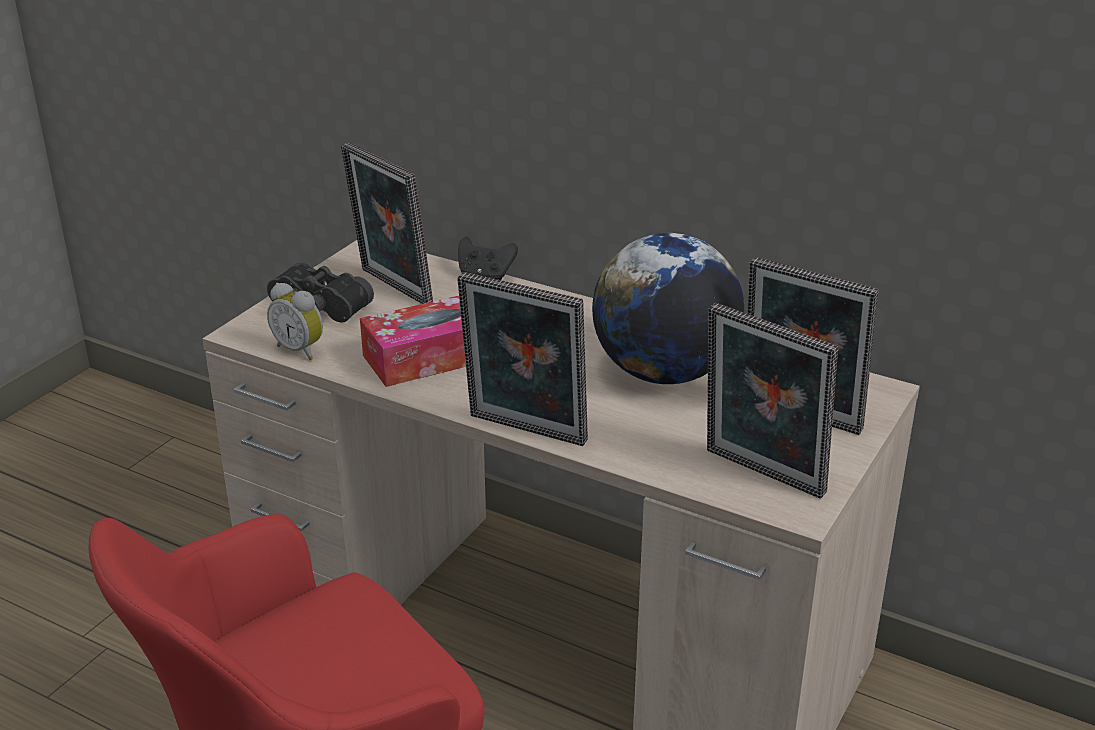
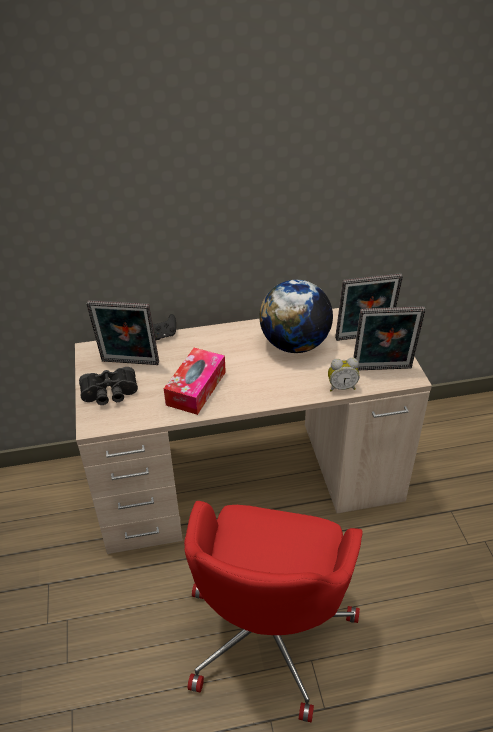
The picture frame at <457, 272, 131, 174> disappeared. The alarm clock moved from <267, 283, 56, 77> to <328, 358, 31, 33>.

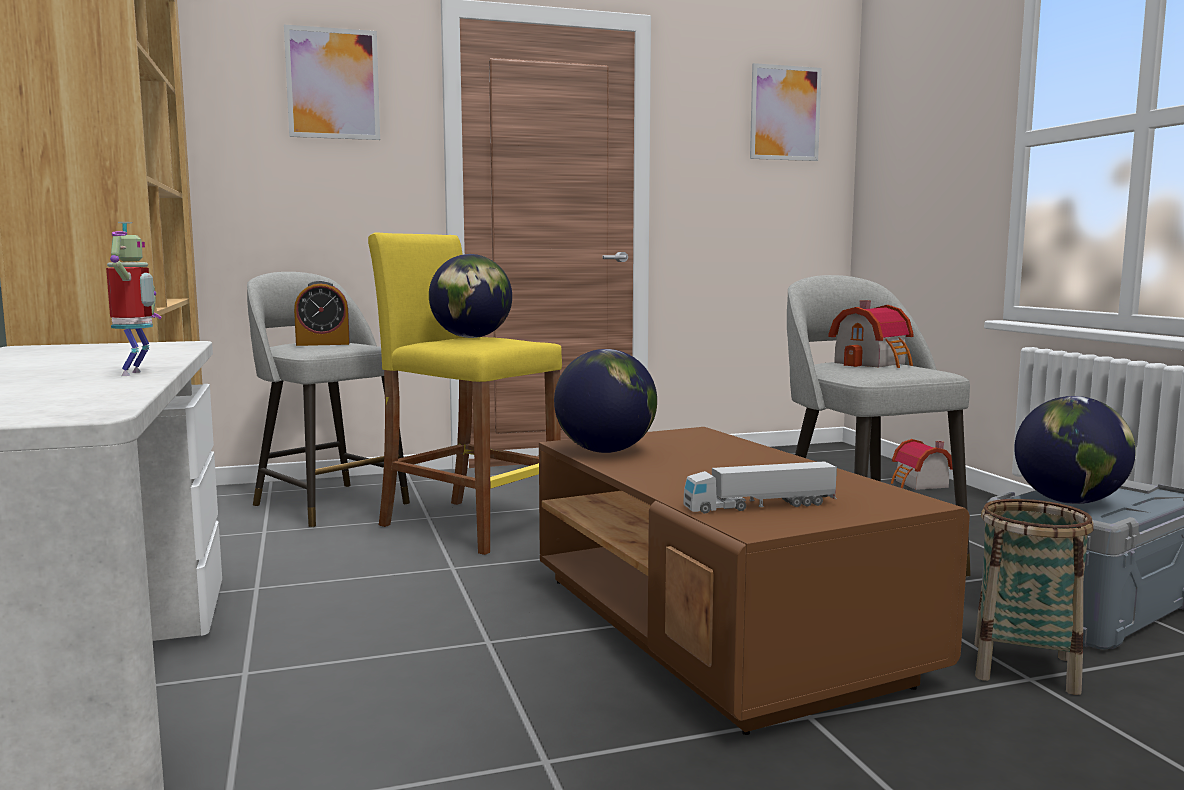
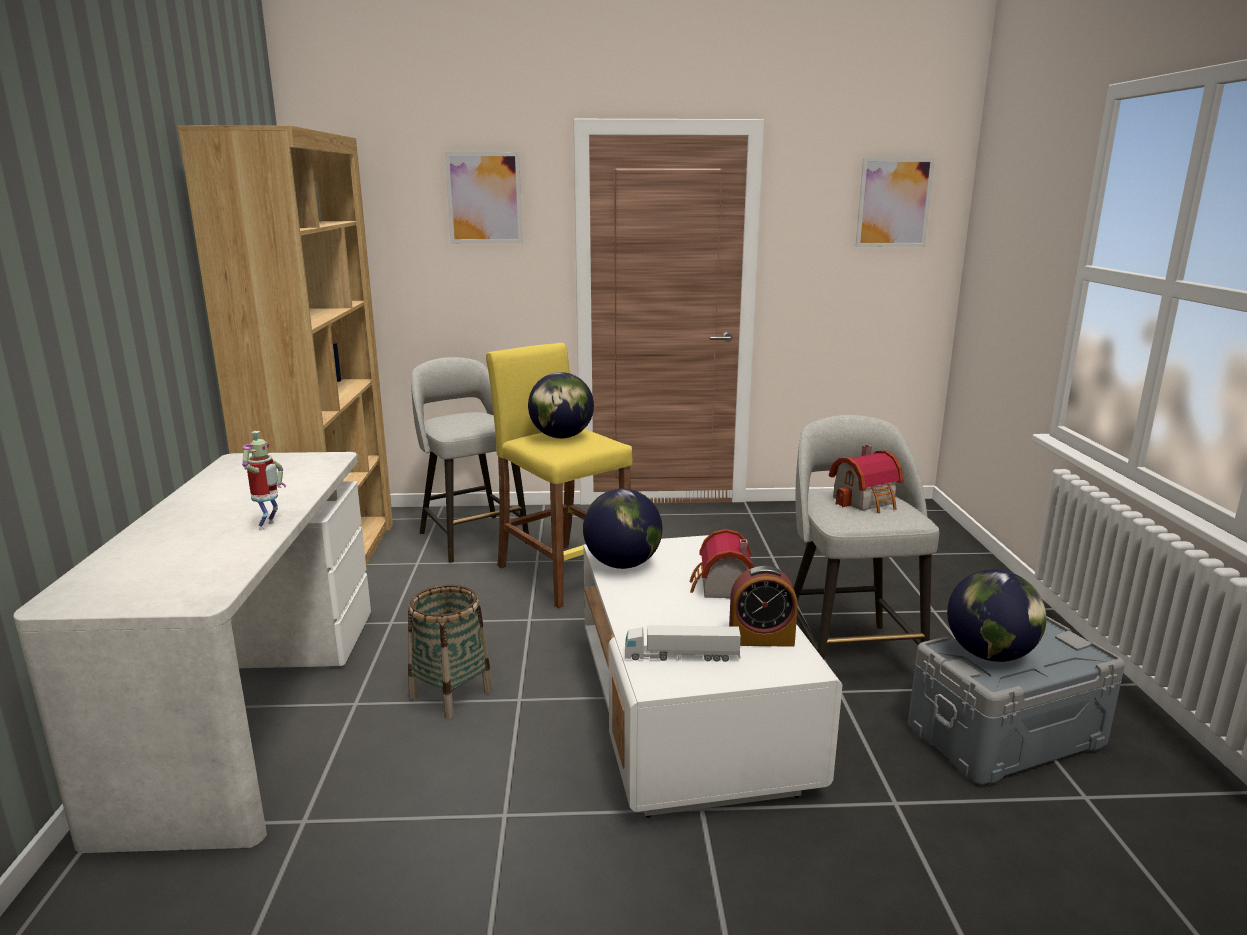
The alarm clock moved from <294, 280, 56, 66> to <729, 566, 69, 81>. The toy house moved from <891, 439, 62, 51> to <689, 529, 65, 69>. The basket moved from <974, 499, 120, 196> to <408, 585, 85, 134>. The brown coffee table at <539, 427, 431, 308> became the white coffee table at <583, 535, 260, 283>.

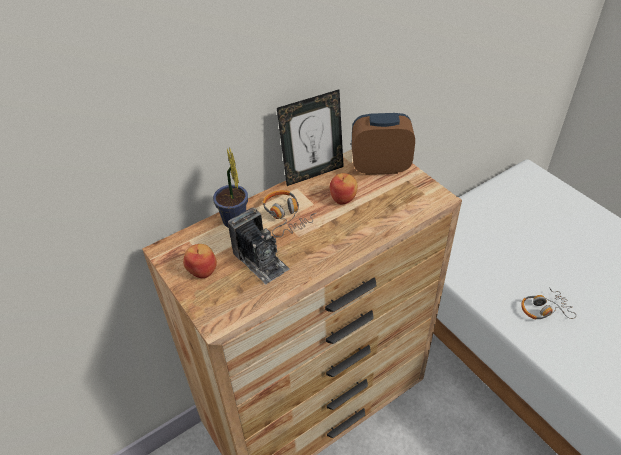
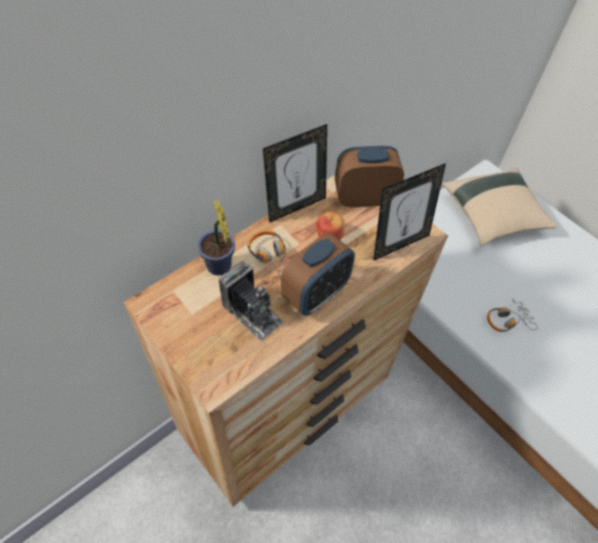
The apple at <183, 244, 34, 34> disappeared. The alarm clock at <281, 232, 74, 84> appeared. The picture frame at <373, 163, 73, 98> appeared. The beige pillow at <442, 168, 115, 78> appeared.

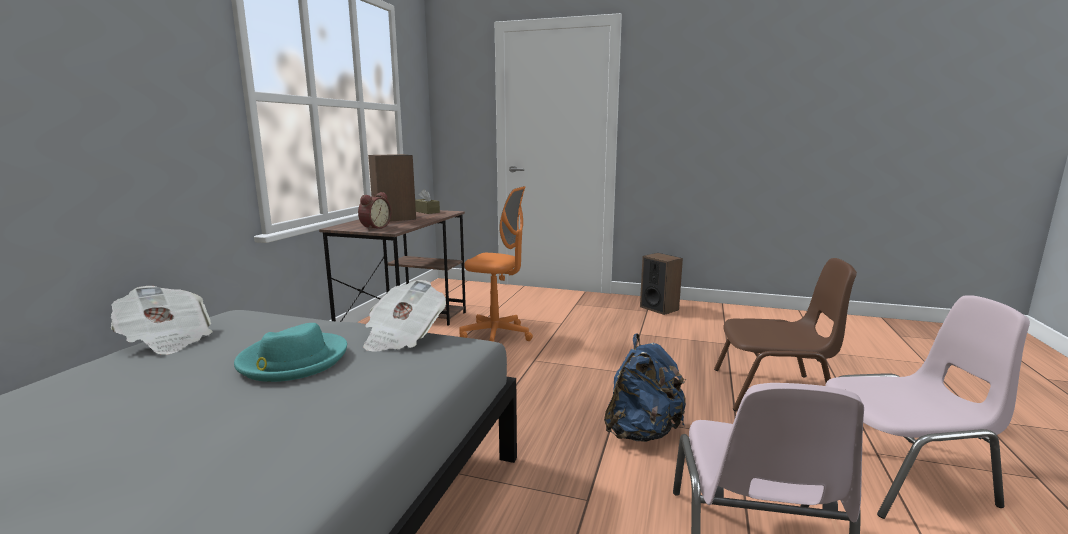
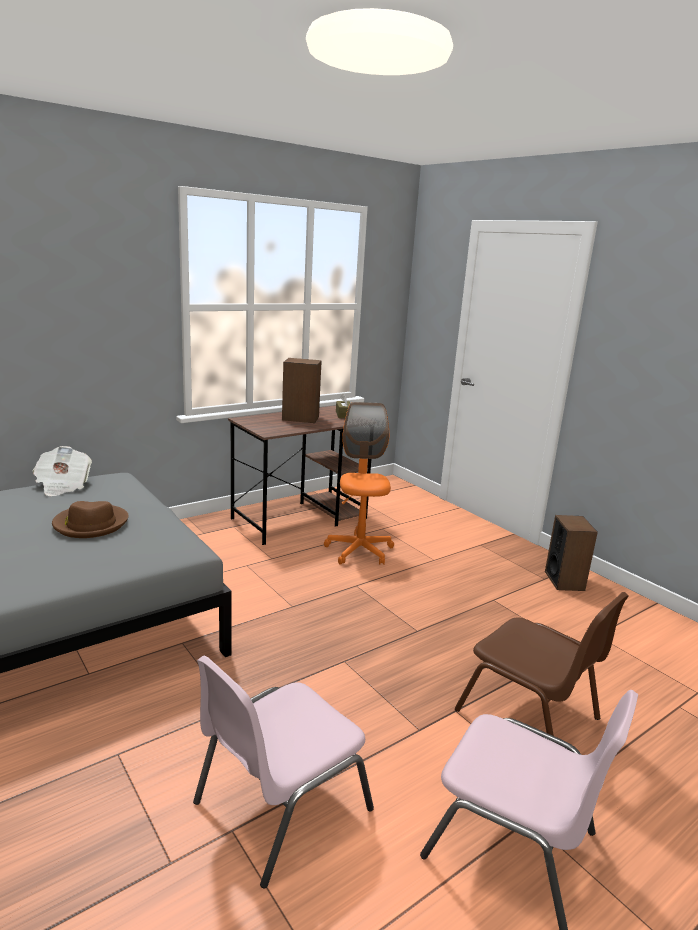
The alarm clock at <358, 192, 33, 38> disappeared. The newspaper at <363, 280, 83, 72> disappeared. The blue backpack at <604, 334, 82, 108> disappeared. The turquoise hat at <234, 323, 113, 59> became the brown hat at <52, 501, 77, 37>. The orange office chair at <459, 186, 74, 156> turned 150 degrees counterclockwise.

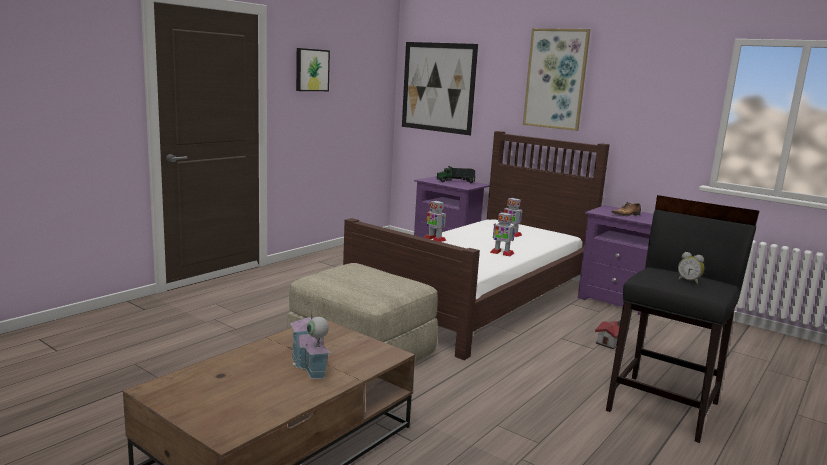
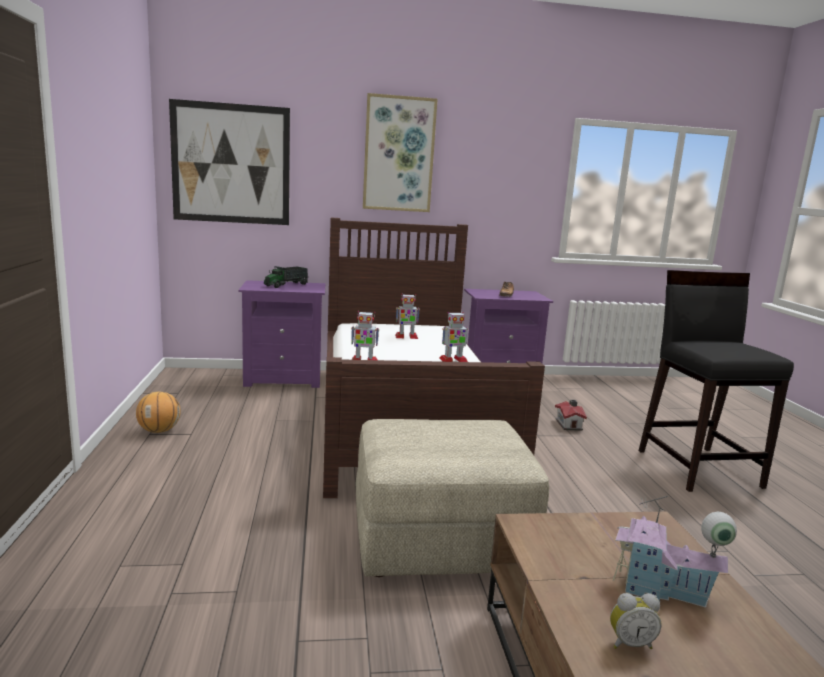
The picture at <296, 48, 34, 43> disappeared. The basketball at <136, 392, 45, 41> appeared. The alarm clock moved from <678, 252, 26, 33> to <610, 593, 52, 56>.

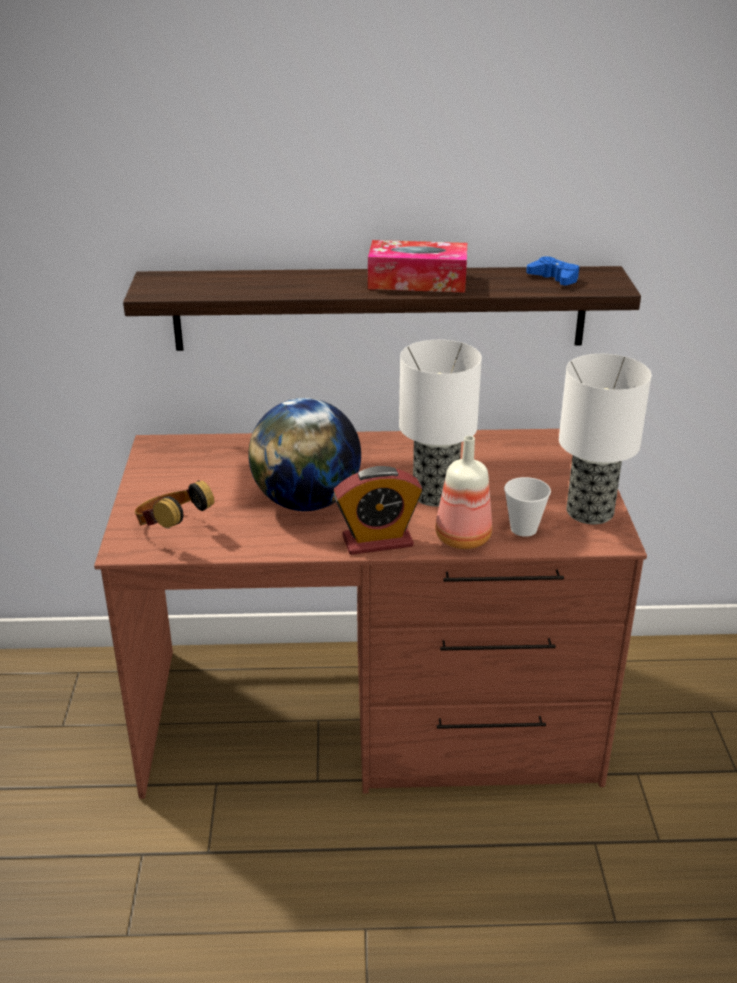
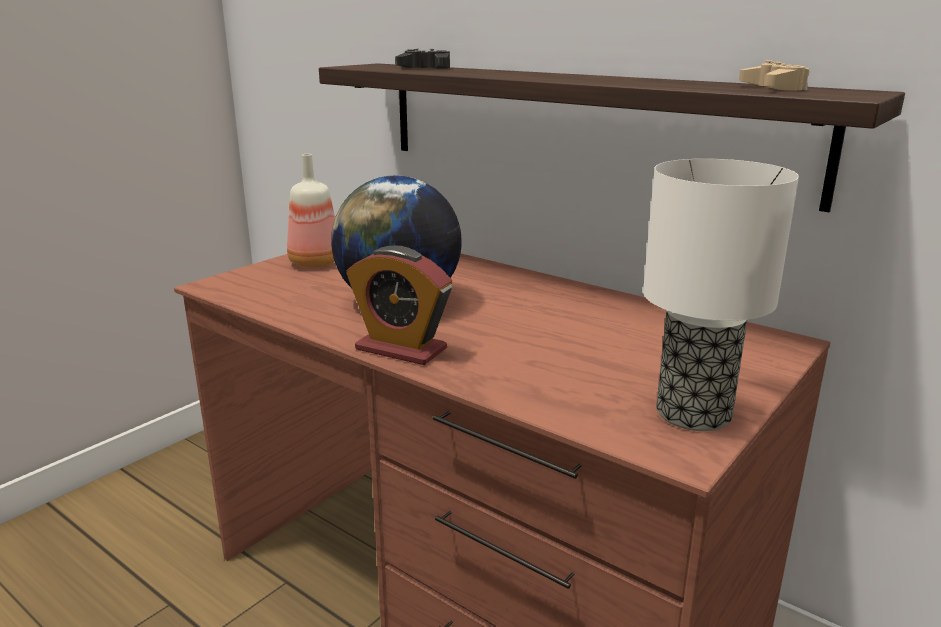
The headphones at <135, 480, 79, 48> disappeared. The tissue box at <368, 240, 99, 53> disappeared. The table lamp at <399, 340, 83, 166> disappeared. The cup at <504, 477, 47, 60> disappeared. The black game controller at <395, 48, 55, 20> appeared. The bottle moved from <435, 436, 57, 113> to <287, 154, 48, 114>. The blue game controller at <526, 256, 53, 29> became the beige game controller at <739, 60, 70, 30>.

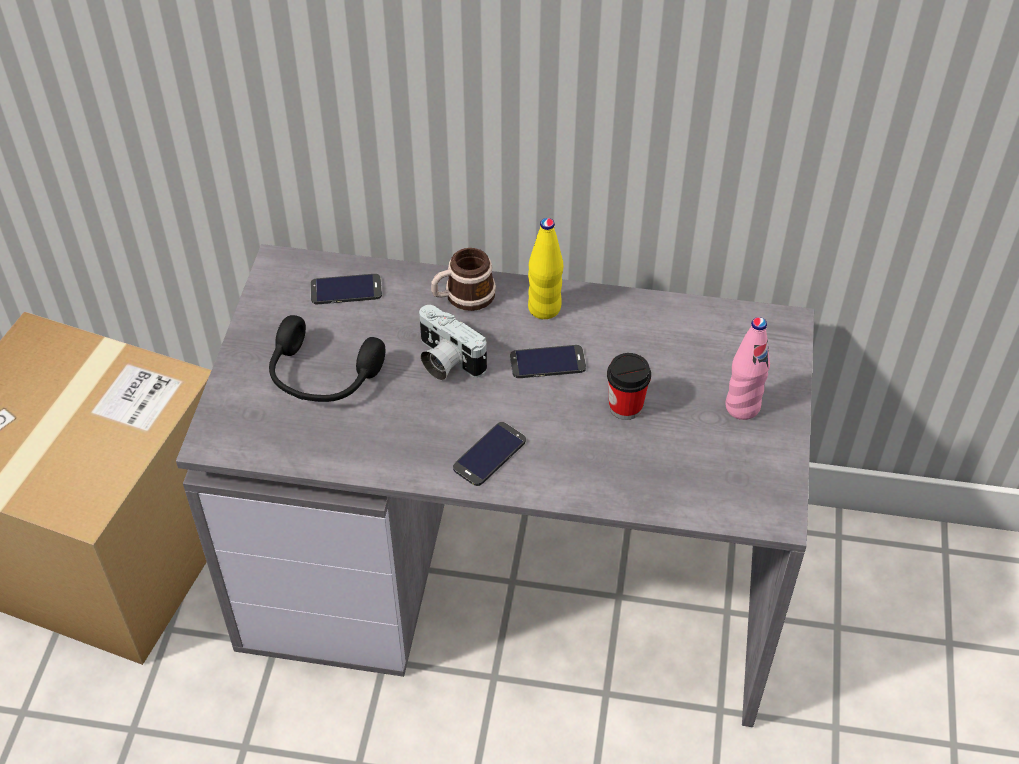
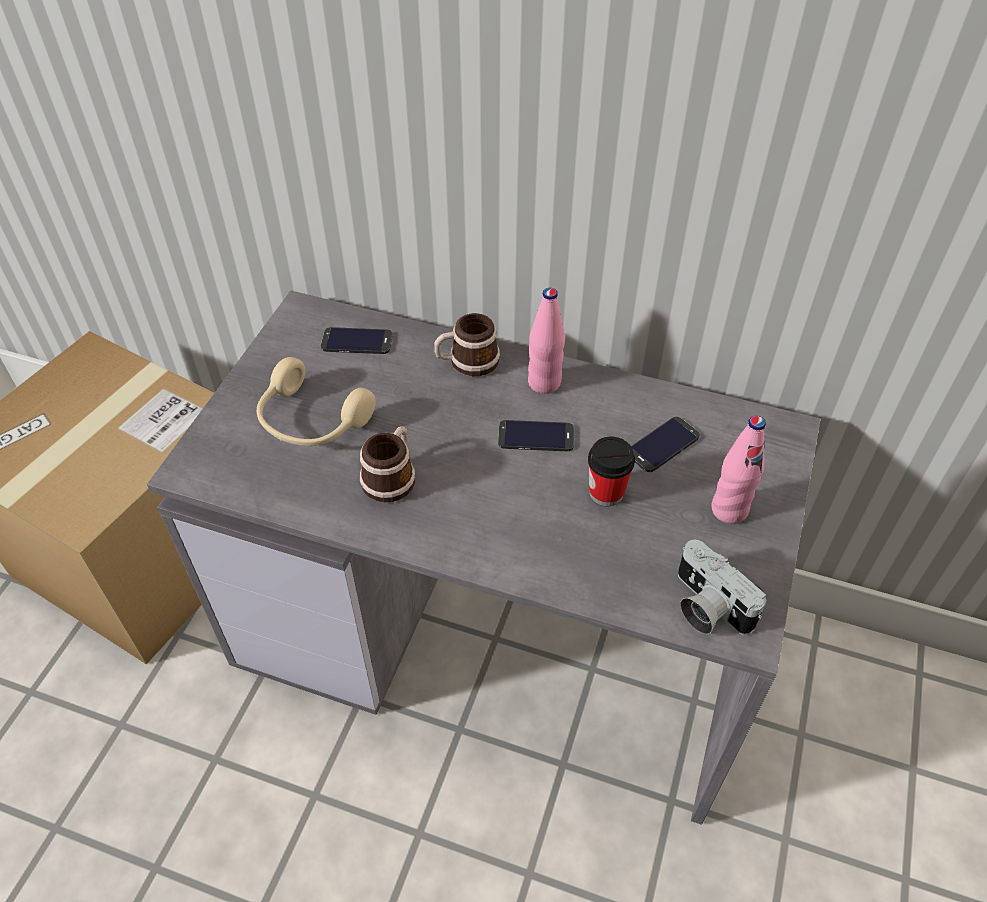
The mug at <360, 426, 55, 76> appeared. The photo camera moved from <419, 305, 68, 76> to <678, 540, 88, 95>. The phone moved from <453, 422, 73, 64> to <631, 417, 69, 55>. The black headphones at <269, 315, 117, 87> became the beige headphones at <257, 357, 119, 89>. The yellow bottle at <528, 218, 35, 101> became the pink bottle at <528, 288, 37, 106>.

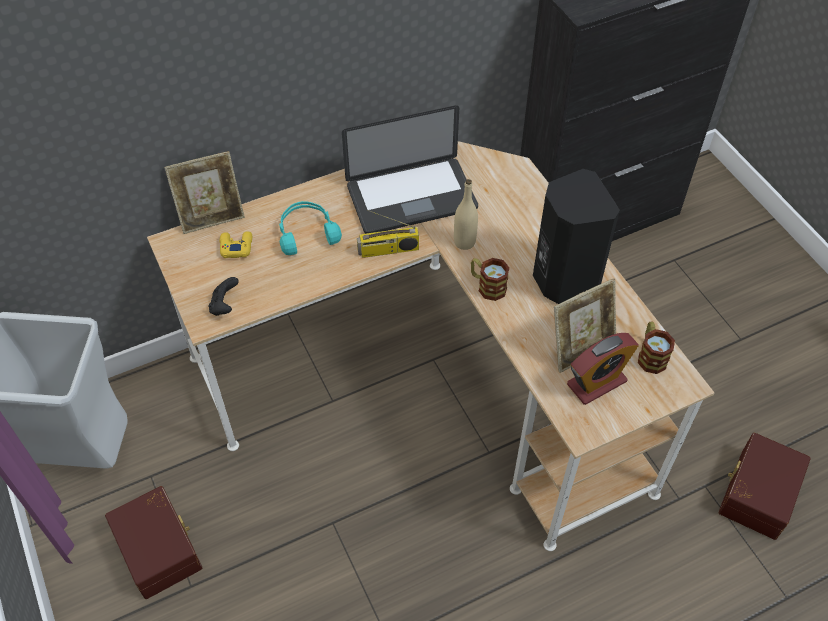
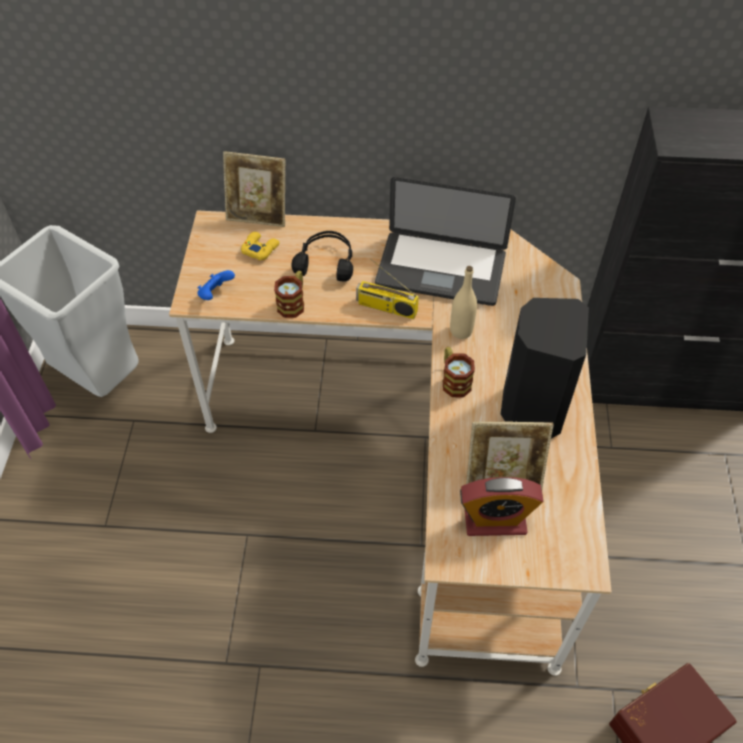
The brown storage box at <105, 486, 97, 113> disappeared. The mug moved from <638, 321, 37, 53> to <274, 271, 30, 47>. The black game controller at <208, 277, 31, 39> became the blue game controller at <197, 270, 38, 30>. The turquoise headphones at <279, 201, 63, 54> became the black headphones at <291, 231, 62, 51>.

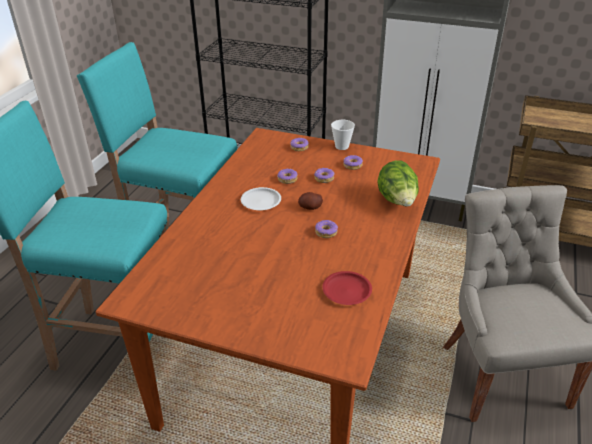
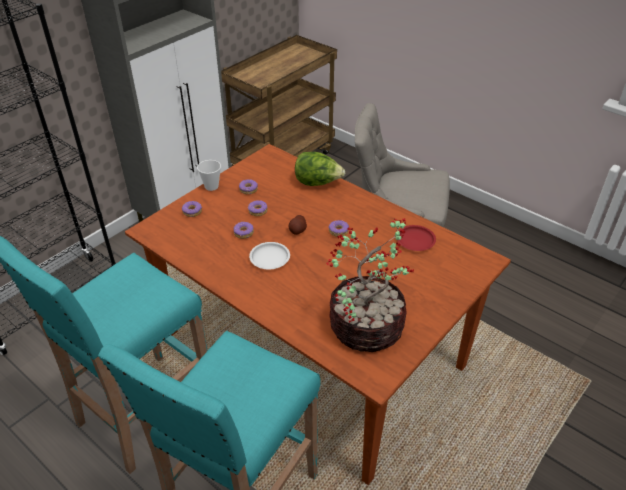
The potted plant at <326, 218, 88, 134> appeared.

